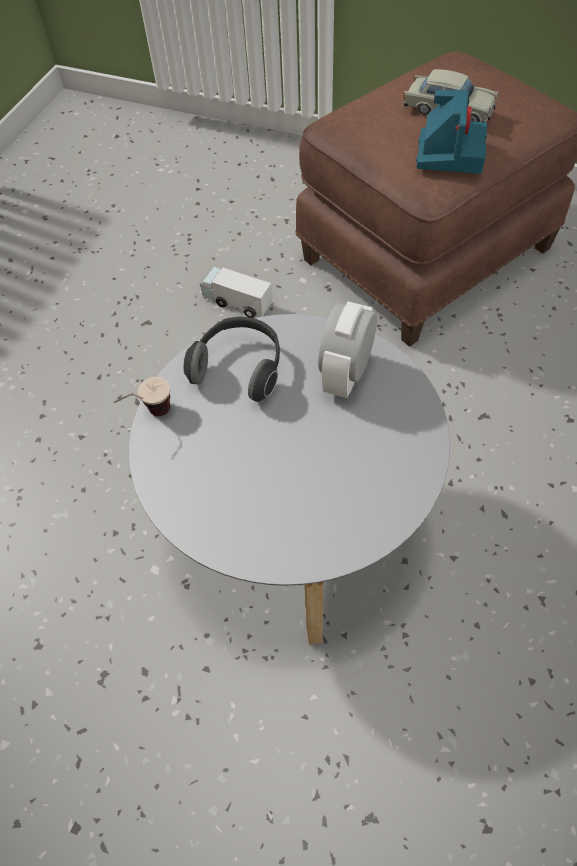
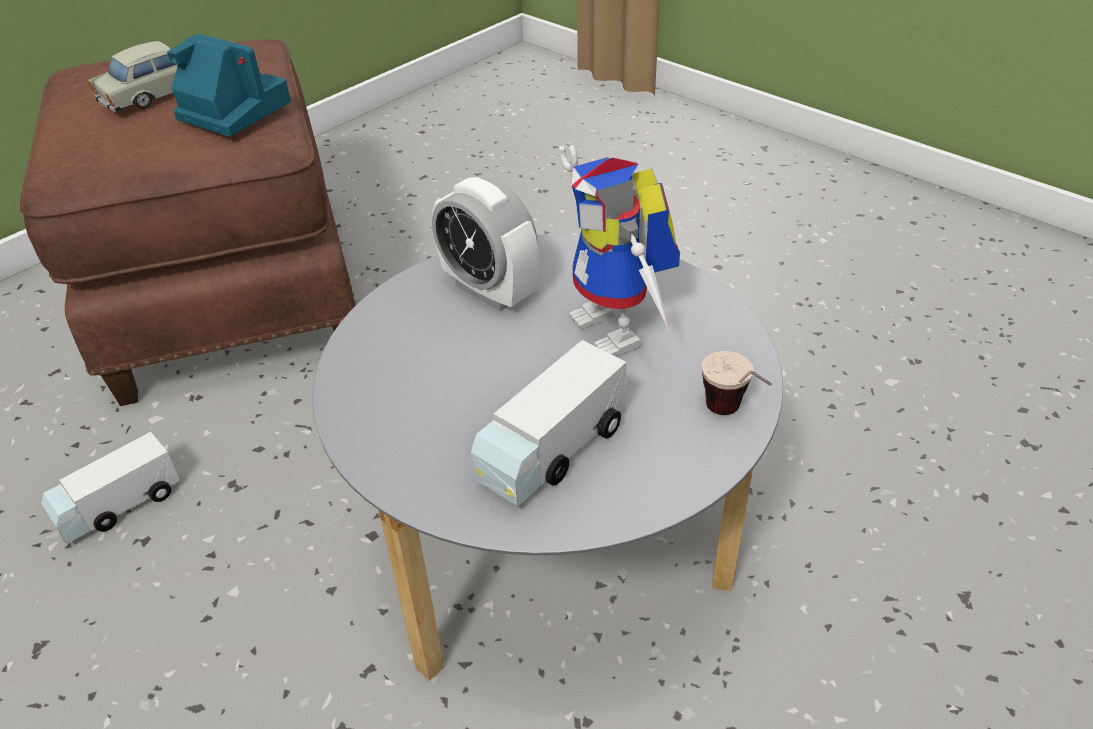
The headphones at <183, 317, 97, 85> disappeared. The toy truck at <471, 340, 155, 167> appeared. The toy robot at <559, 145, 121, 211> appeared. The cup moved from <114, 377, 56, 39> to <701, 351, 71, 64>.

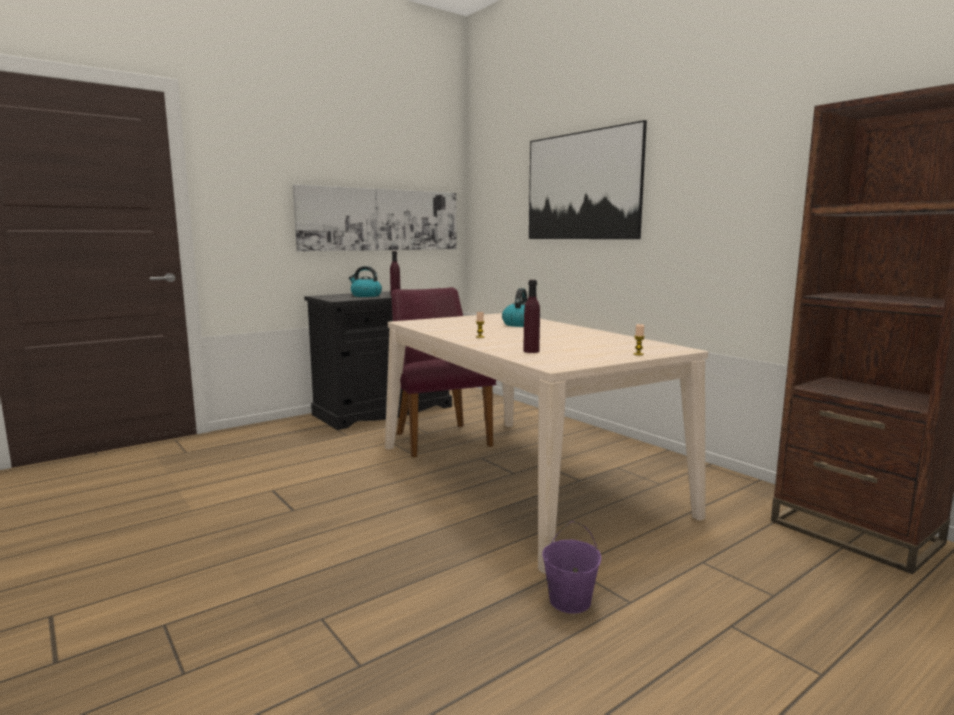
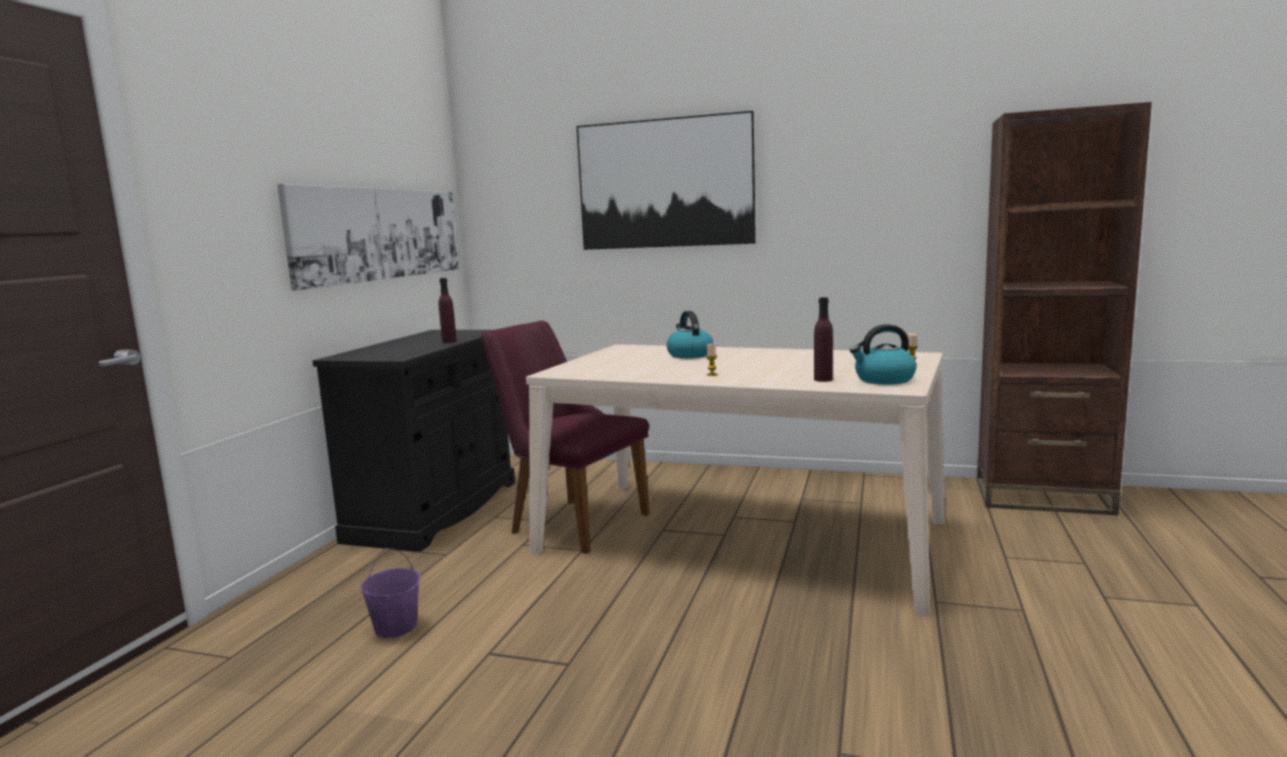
The kettle moved from <349, 266, 33, 31> to <850, 324, 67, 61>. The purple bucket moved from <542, 521, 59, 93> to <360, 548, 60, 90>.

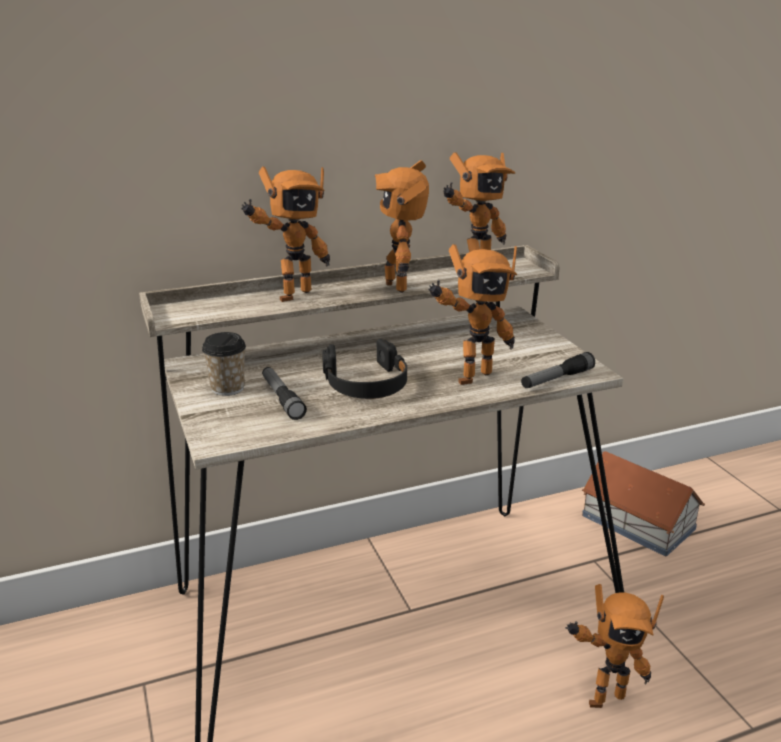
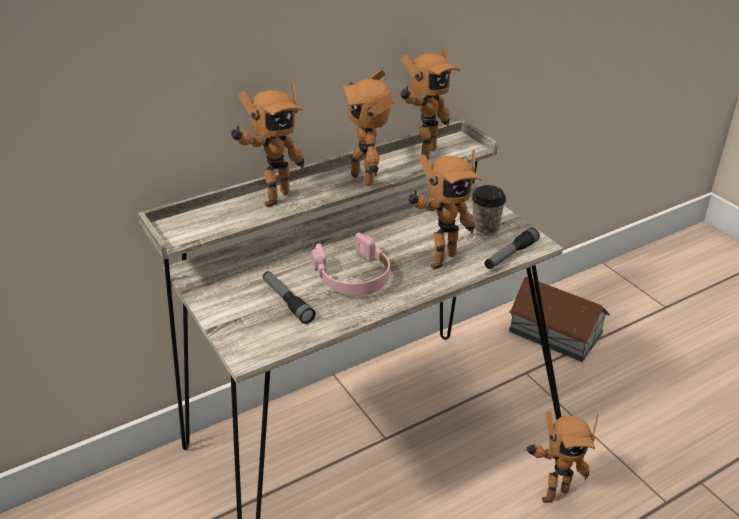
The cup moved from <202, 332, 44, 64> to <472, 185, 34, 51>. The black headphones at <322, 339, 85, 60> became the pink headphones at <311, 233, 79, 63>.

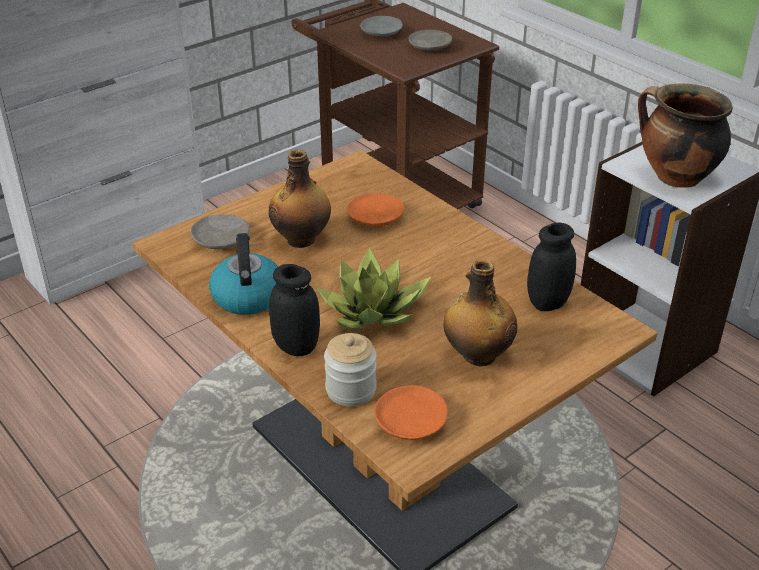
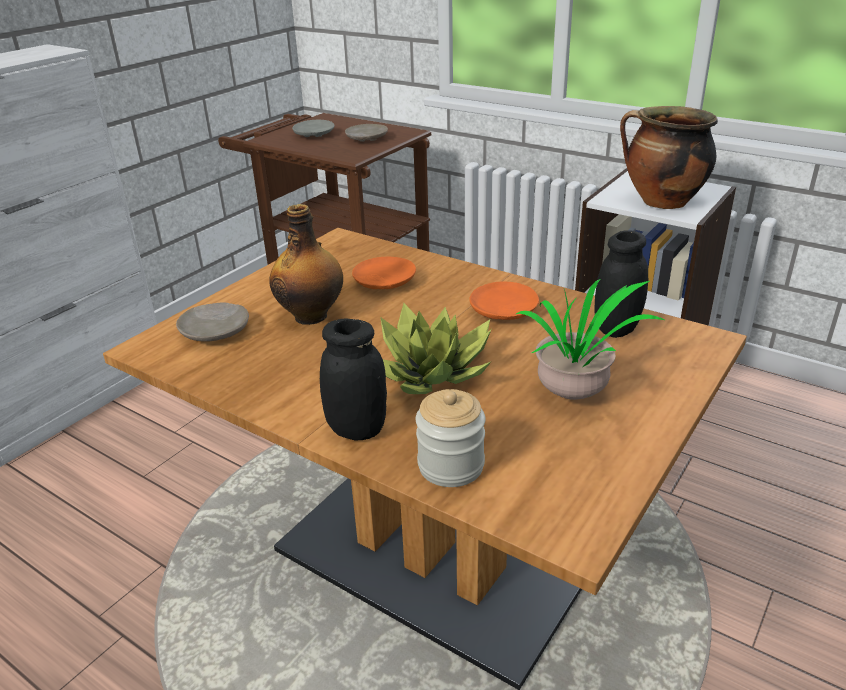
The kettle at <209, 233, 69, 82> disappeared. The orange plate moved from <374, 385, 74, 55> to <469, 282, 70, 38>. The bottle at <444, 259, 73, 107> was replaced by the potted plant at <515, 279, 150, 121>.

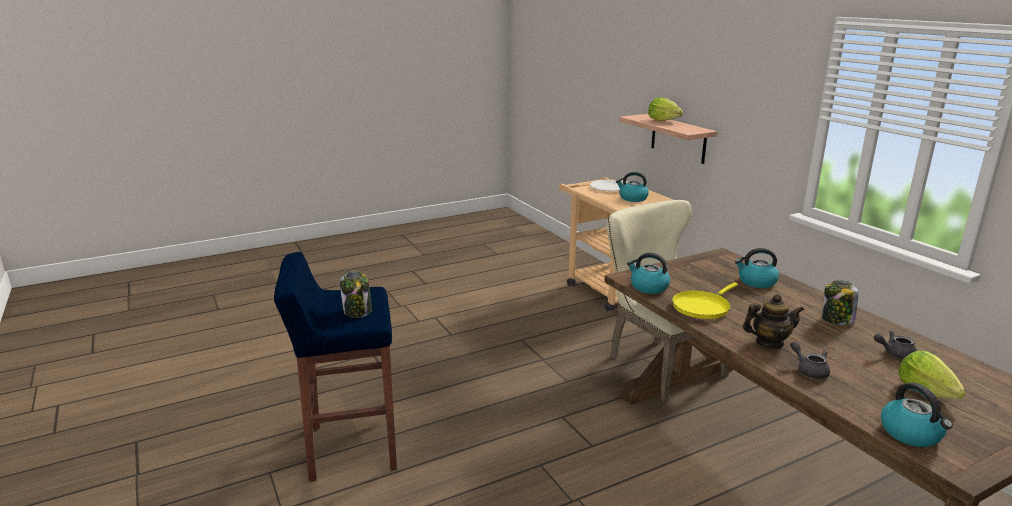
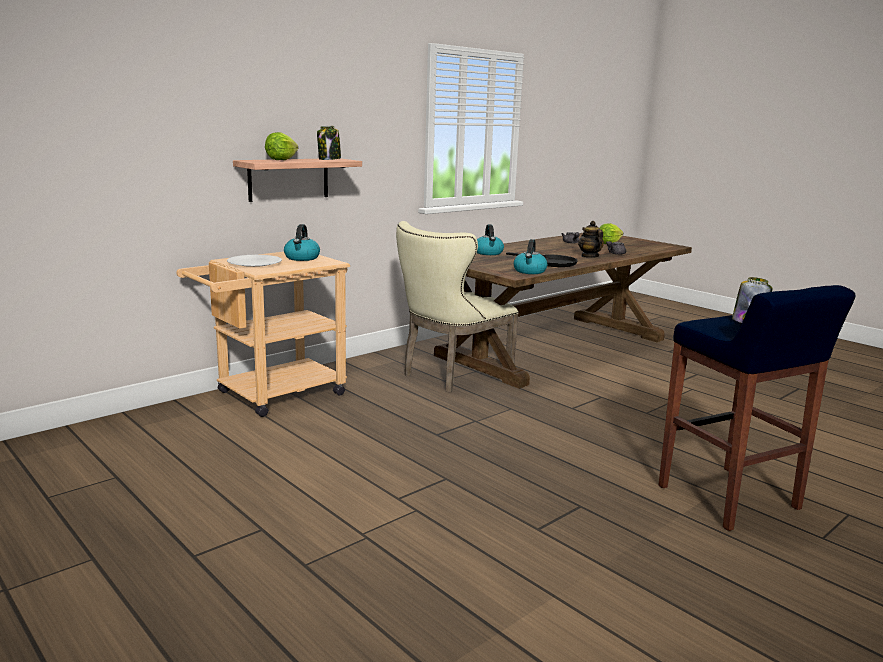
The kettle at <881, 382, 72, 65> disappeared. The jar moved from <822, 280, 37, 45> to <317, 126, 24, 34>. The yellow frying pan at <672, 282, 66, 37> became the black frying pan at <506, 252, 72, 15>.

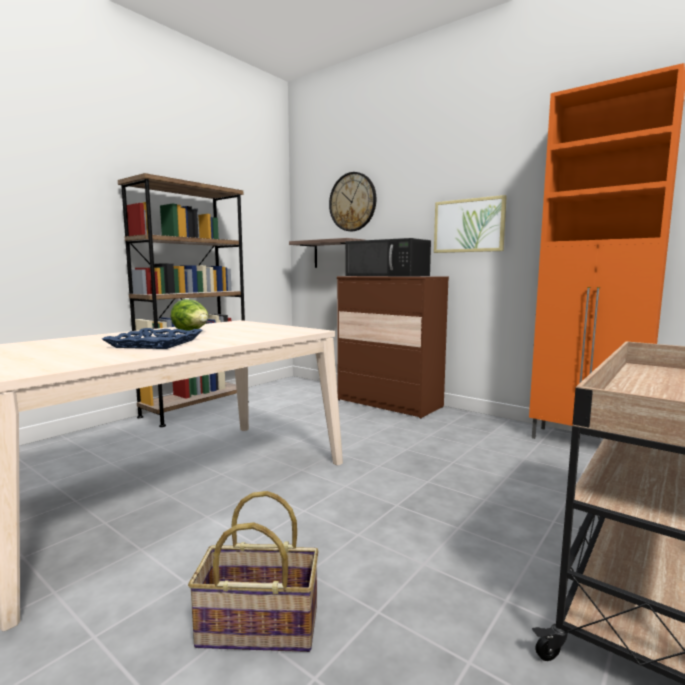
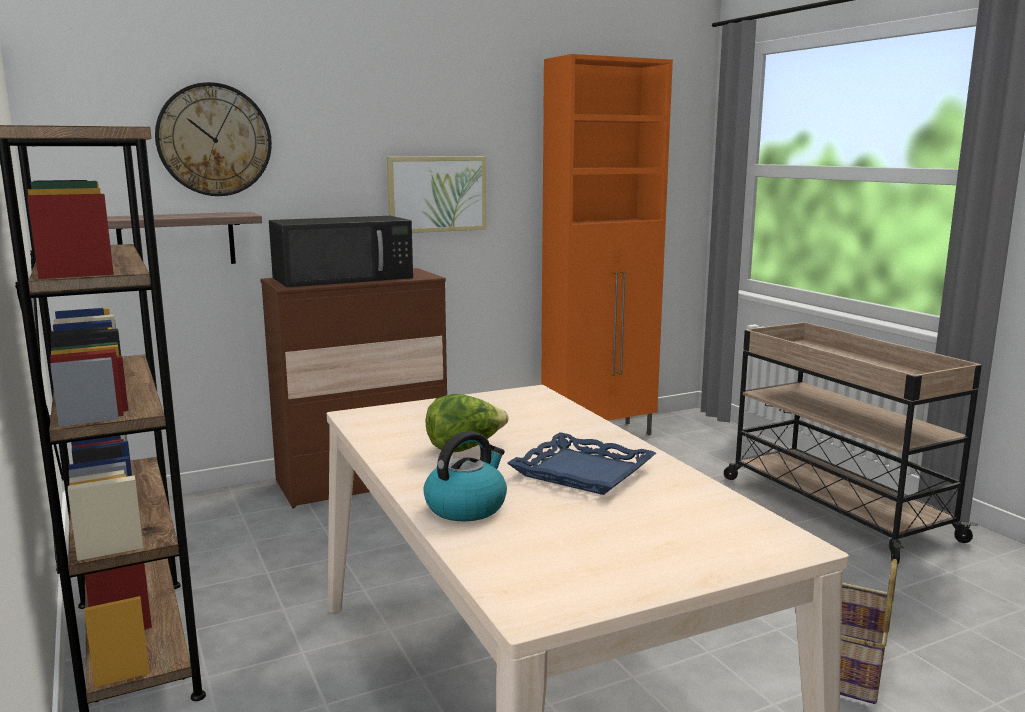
The kettle at <423, 431, 84, 90> appeared.

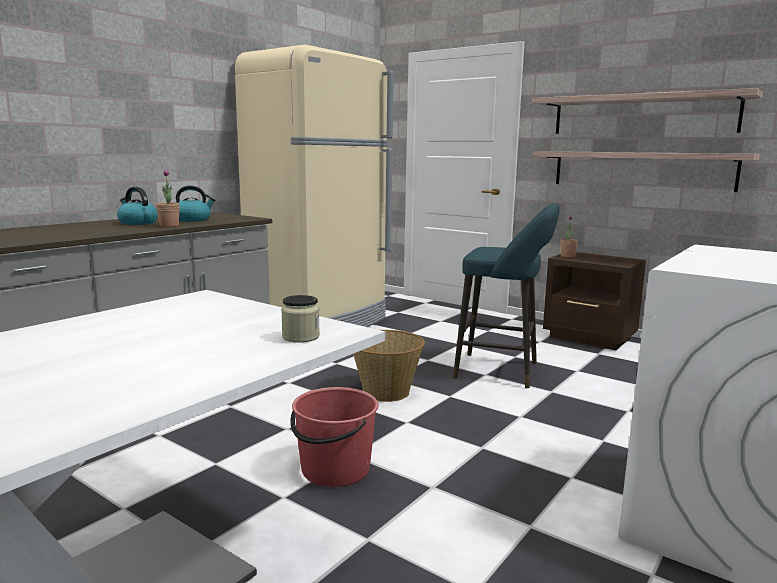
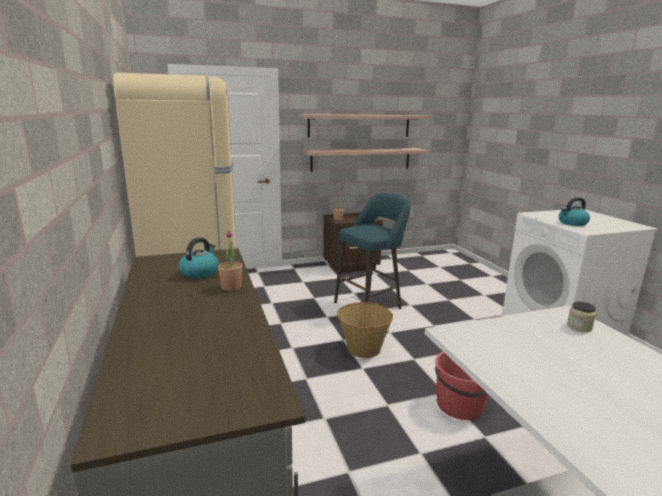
The kettle moved from <117, 187, 41, 38> to <559, 197, 31, 29>.

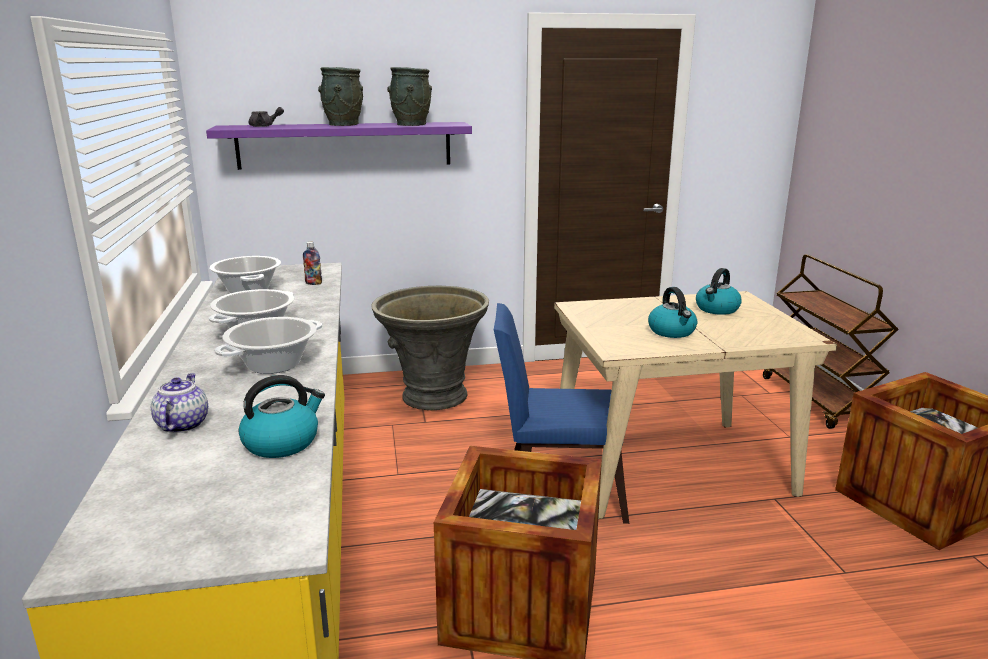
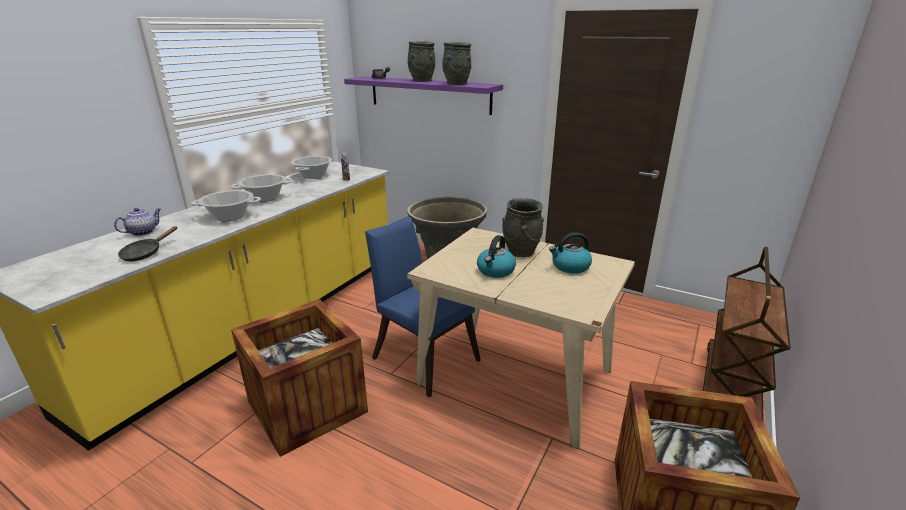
The grey vase at <502, 198, 42, 59> appeared. The kettle at <239, 375, 86, 83> was replaced by the black frying pan at <118, 226, 60, 35>.

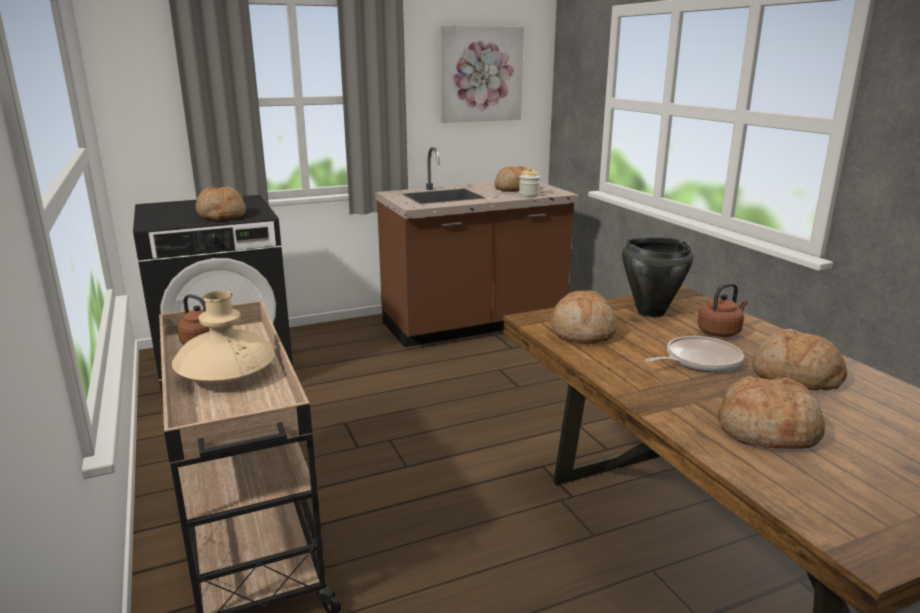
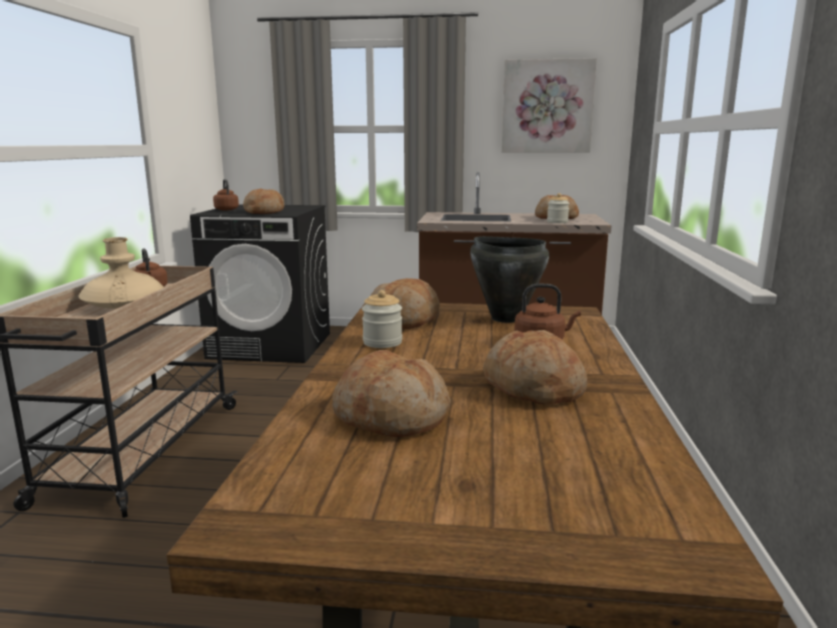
The frying pan at <645, 336, 99, 36> disappeared. The brown kettle at <213, 179, 26, 31> appeared. The jar at <362, 290, 40, 58> appeared.

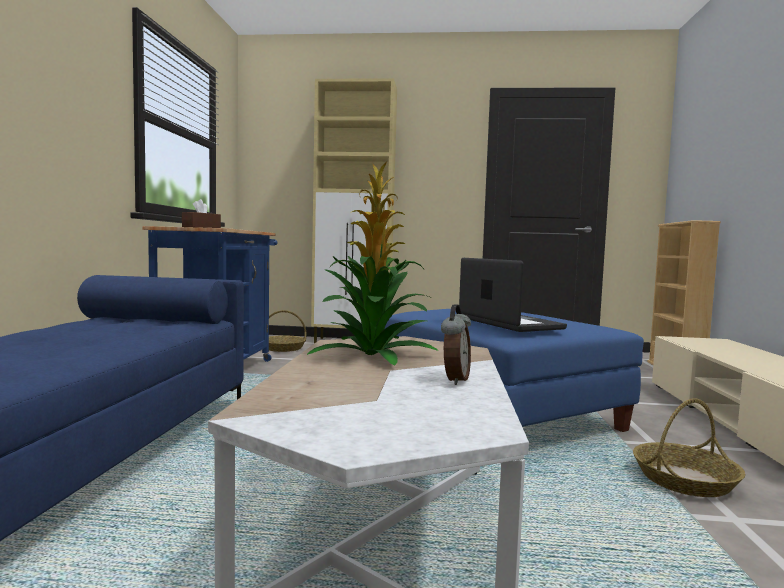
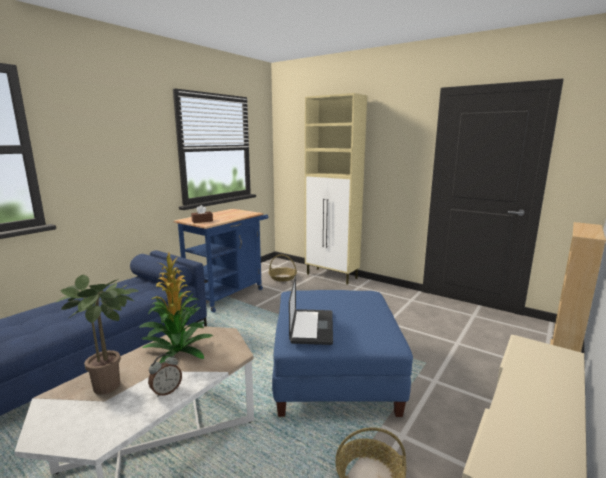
The potted plant at <55, 275, 83, 120> appeared.

